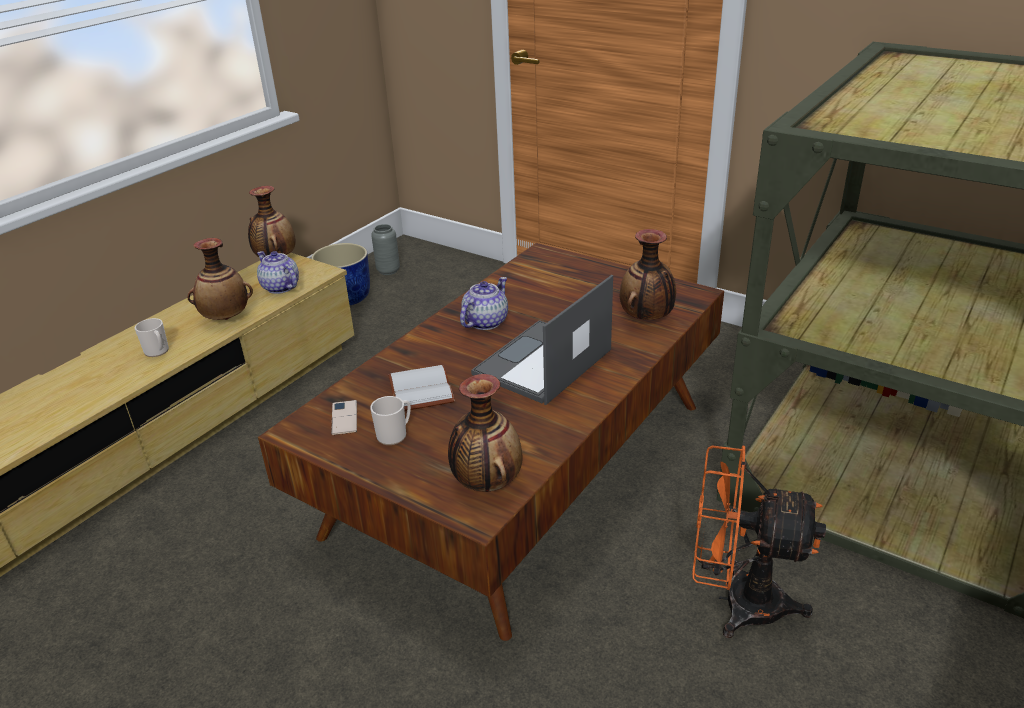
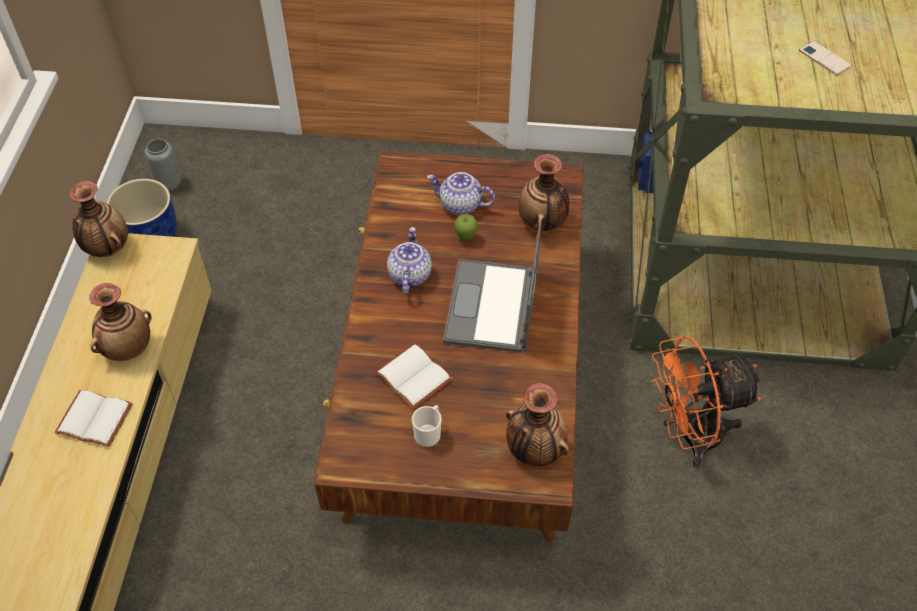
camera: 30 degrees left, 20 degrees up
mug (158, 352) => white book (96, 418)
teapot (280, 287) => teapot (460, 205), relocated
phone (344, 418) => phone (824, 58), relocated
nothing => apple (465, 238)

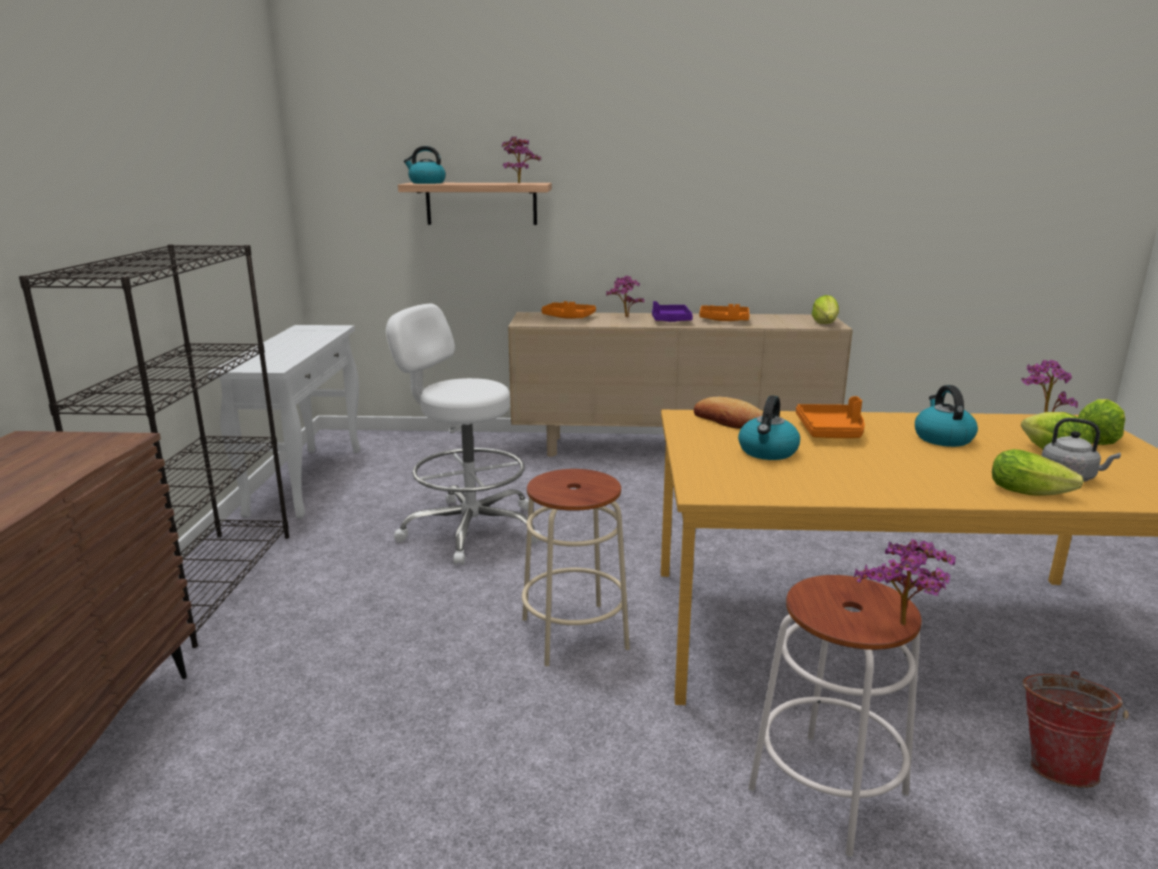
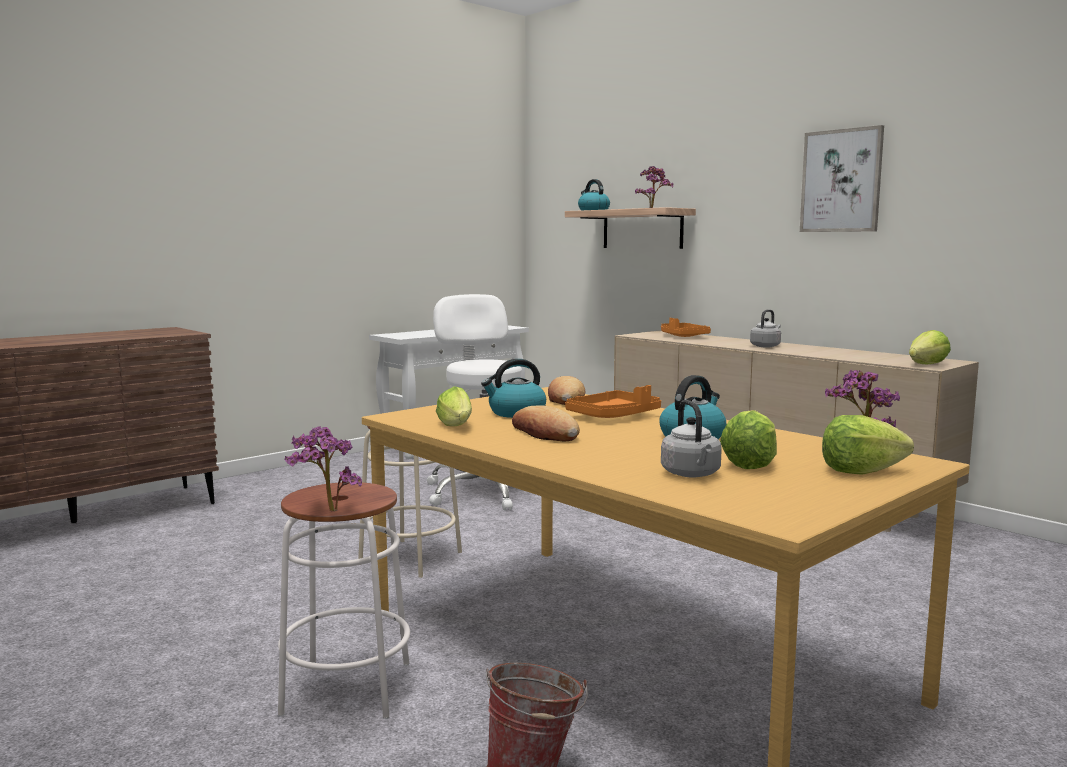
camera: 45 degrees right, 10 degrees down
black bookcase (208, 583) => nothing
potted plant (625, 317) => nothing
purple tray (670, 320) => grey kettle (766, 346)
orange tray (724, 320) => nothing
lettuce (1033, 492) => lettuce (456, 426), relocated
nothing => bread (545, 433)
nothing => picture (841, 181)

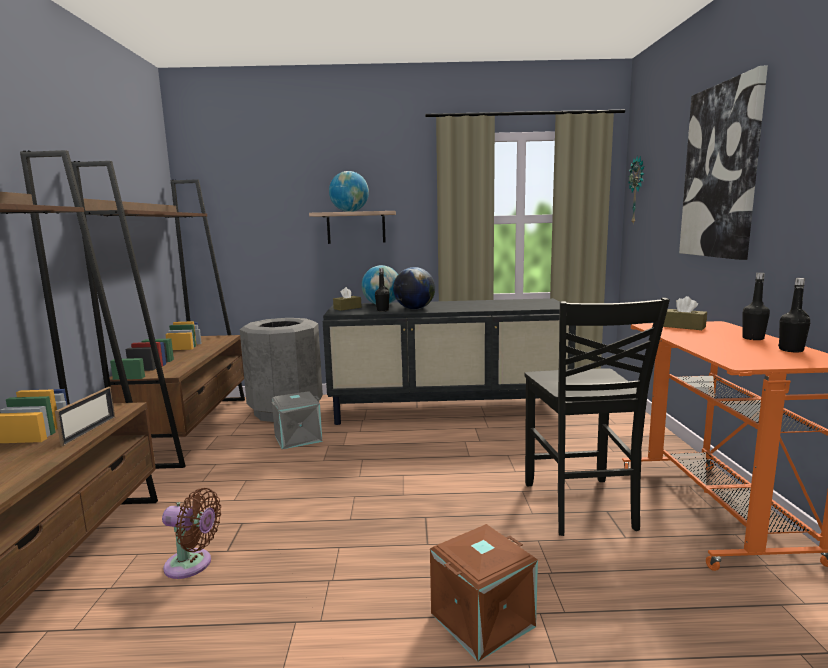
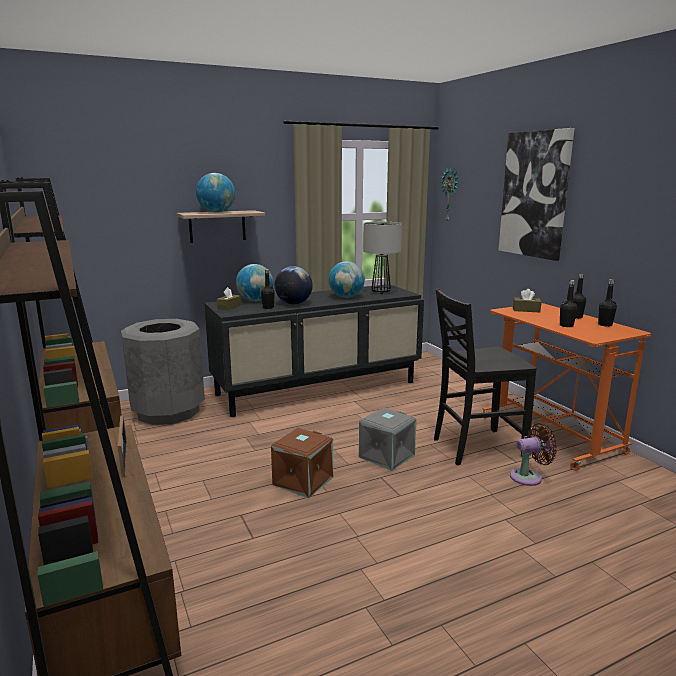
camera: 25 degrees left, 5 degrees up
brown fan (192, 565) => brown fan (529, 477), relocated
grey storage box (298, 437) => grey storage box (386, 456), relocated
brown storage box (481, 618) => brown storage box (302, 480), relocated
black chair (580, 507) => black chair (475, 447), 105 degrees clockwise
nothing => globe (346, 297)
nothing => table lamp (381, 292)
nothing => black bottle (566, 325)

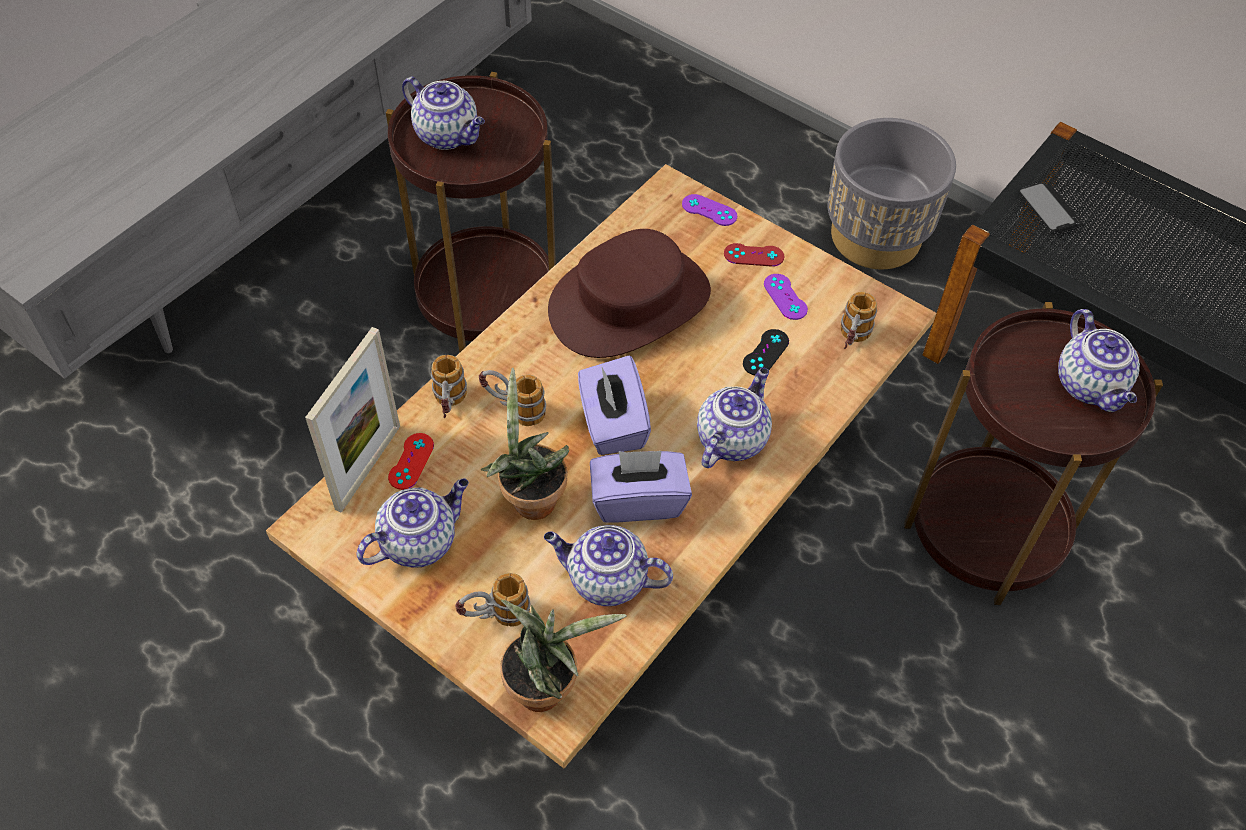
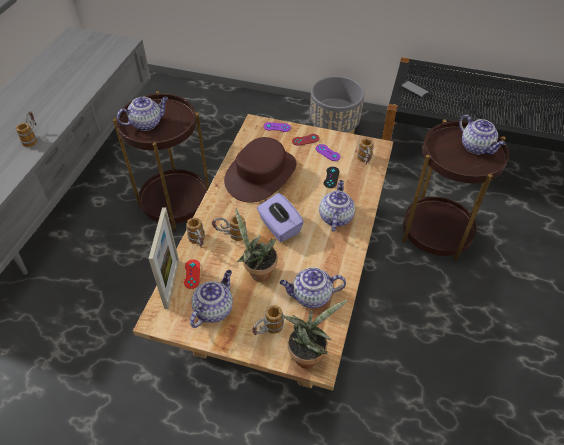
camera: 20 degrees left, 5 degrees down
teapot (448, 135) => teapot (147, 123), 45 degrees counterclockwise
purple tissue box (638, 500) => nothing
nothing => mug (32, 138)

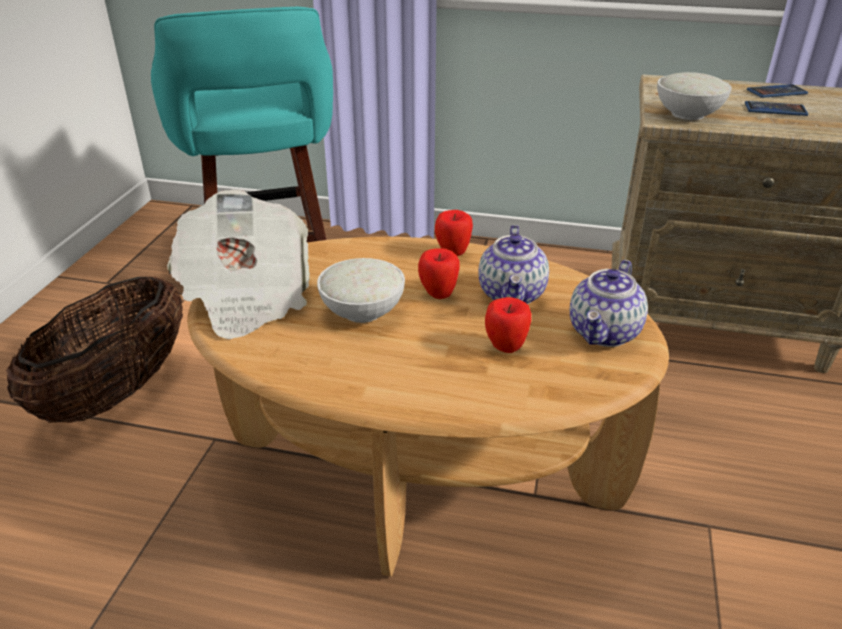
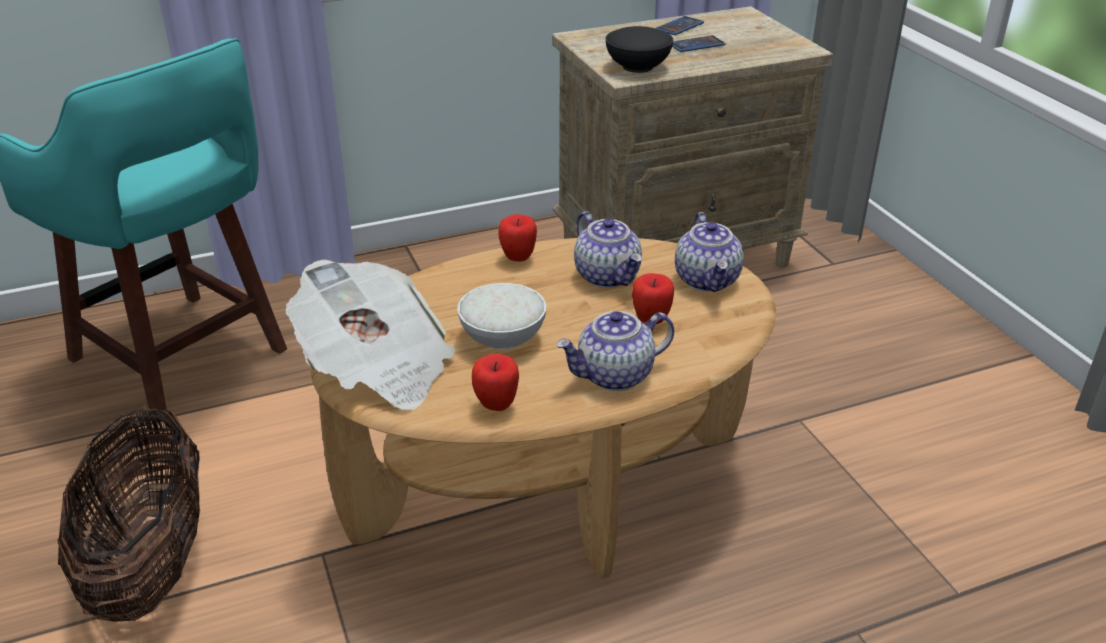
camera: 35 degrees left, 0 degrees up
apple (438, 295) => apple (496, 406), relocated
white bowl (686, 114) => black bowl (637, 67)
nothing => teapot (614, 376)

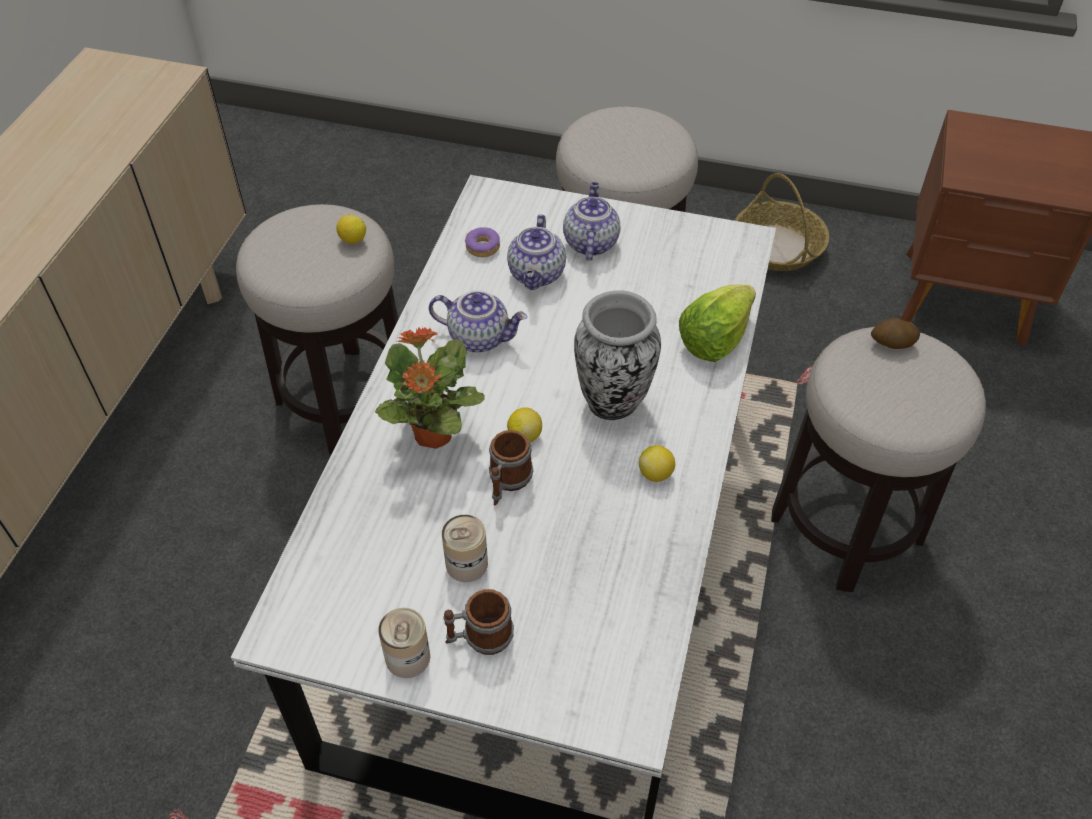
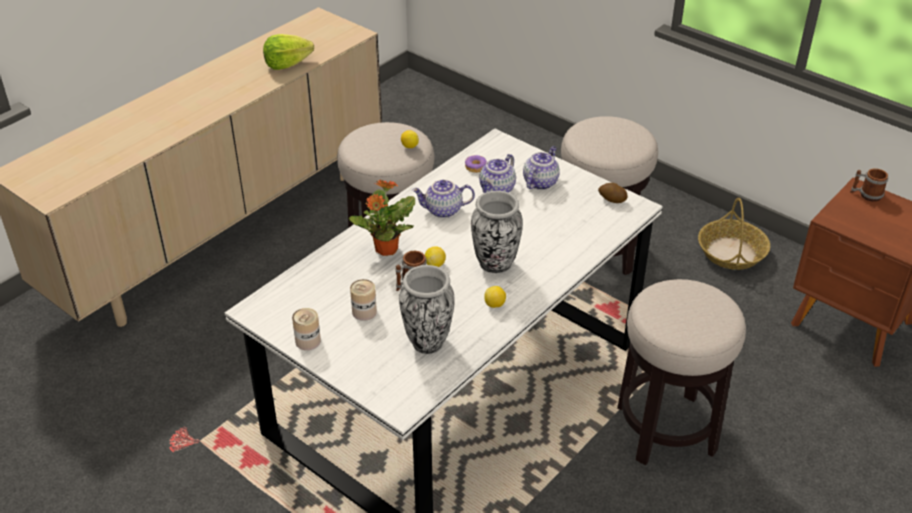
camera: 25 degrees right, 10 degrees down
teapot (480, 337) => teapot (443, 211), 135 degrees clockwise
mug (479, 637) => mug (866, 195), relocated
lettuce (714, 339) => lettuce (287, 64), relocated
potato (892, 343) => potato (612, 200), relocated
nothing => vase (427, 342)

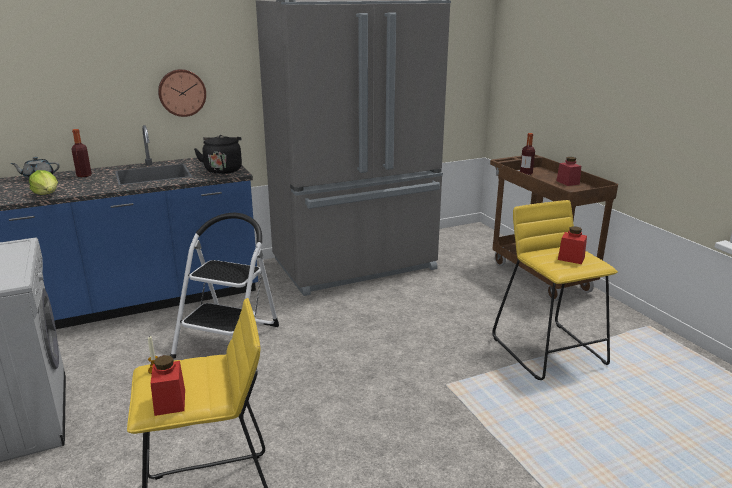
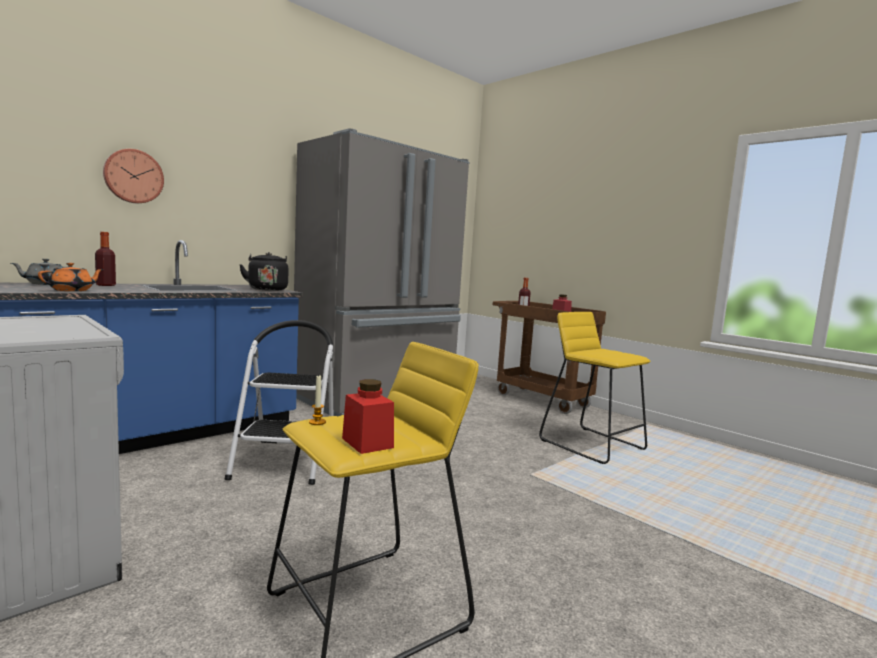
camera: 20 degrees left, 15 degrees down
lettuce (47, 194) => orange teapot (72, 290)
wall clock (182, 92) => wall clock (133, 176), relocated
red jar (571, 258) => nothing

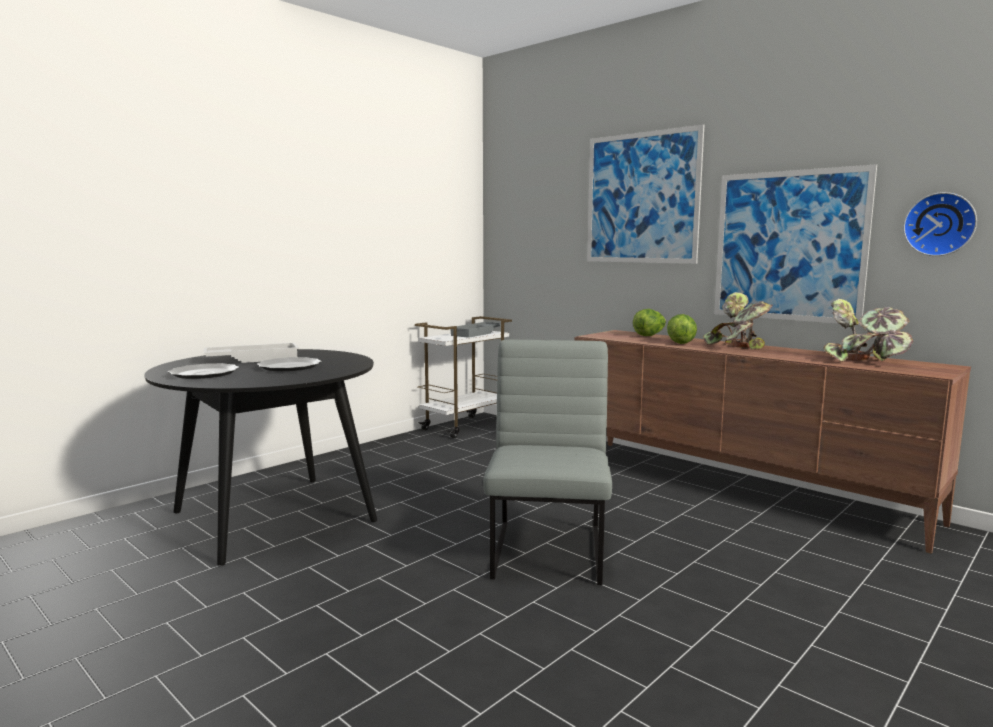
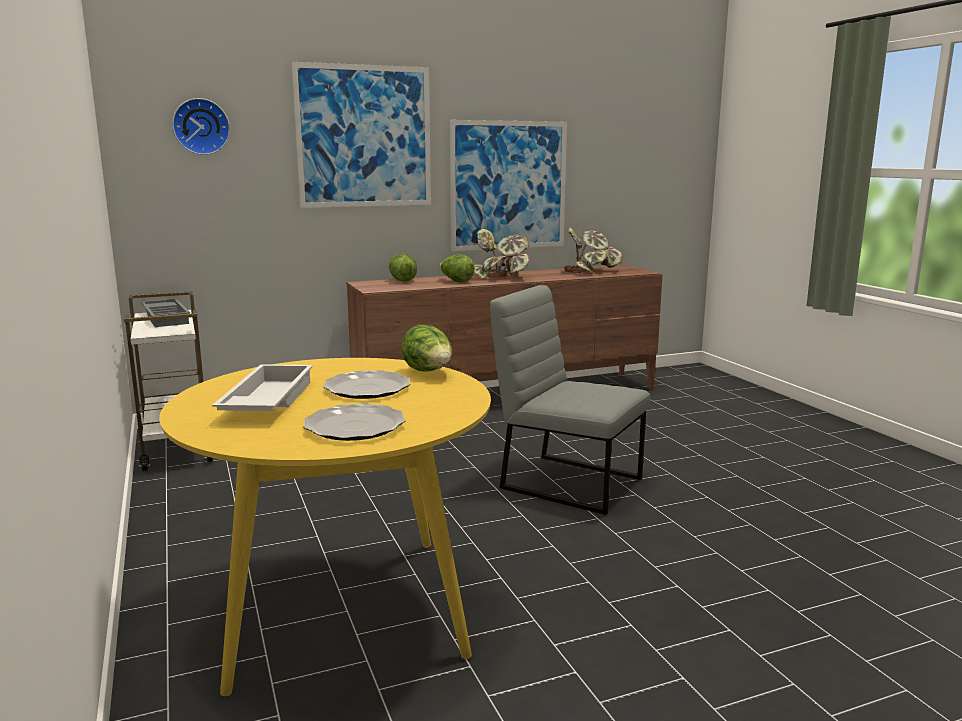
camera: 65 degrees left, 5 degrees up
black dining table (273, 517) => yellow dining table (342, 608)
wall clock (940, 224) => wall clock (201, 126), relocated
nothing => lettuce (429, 372)

